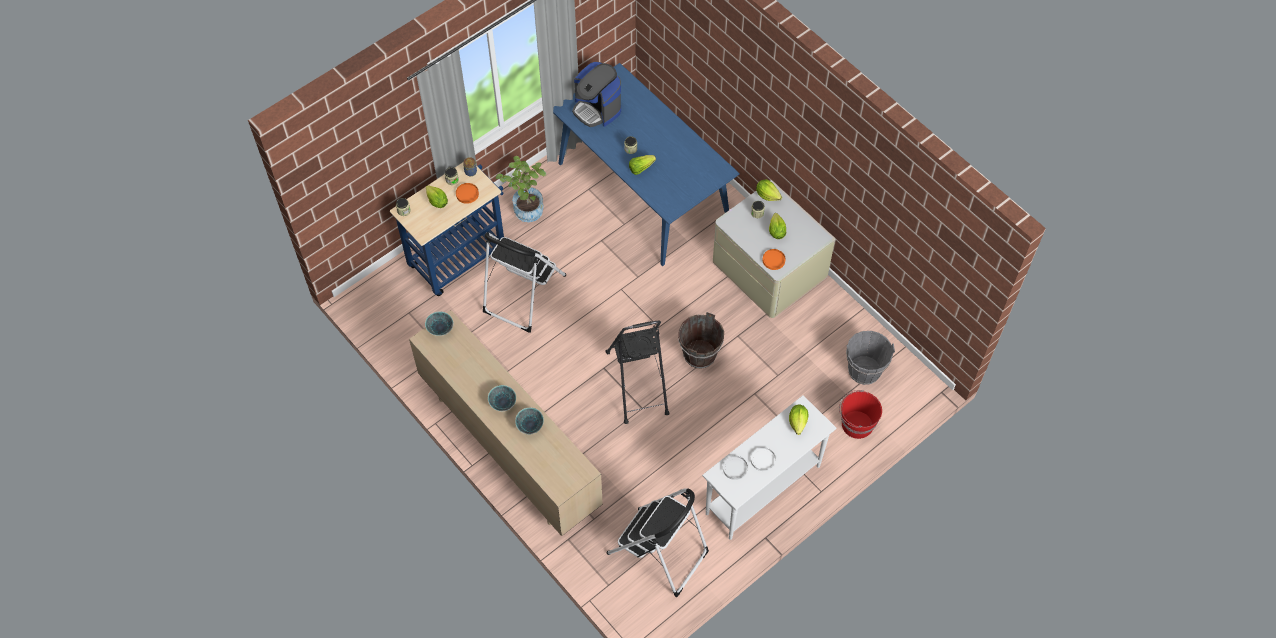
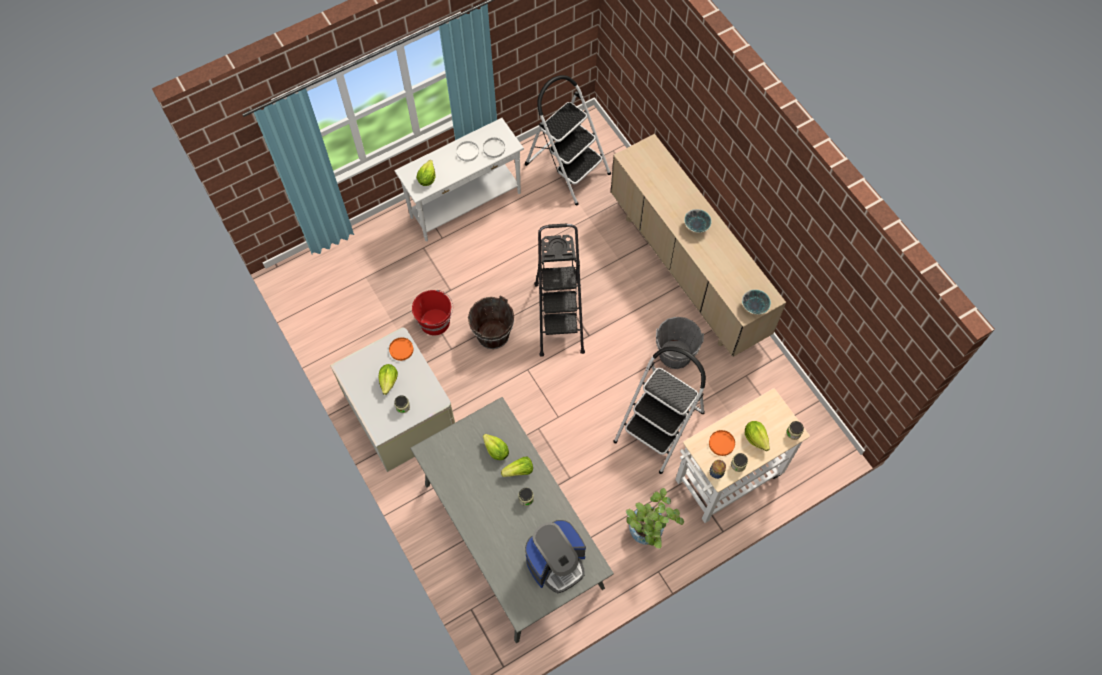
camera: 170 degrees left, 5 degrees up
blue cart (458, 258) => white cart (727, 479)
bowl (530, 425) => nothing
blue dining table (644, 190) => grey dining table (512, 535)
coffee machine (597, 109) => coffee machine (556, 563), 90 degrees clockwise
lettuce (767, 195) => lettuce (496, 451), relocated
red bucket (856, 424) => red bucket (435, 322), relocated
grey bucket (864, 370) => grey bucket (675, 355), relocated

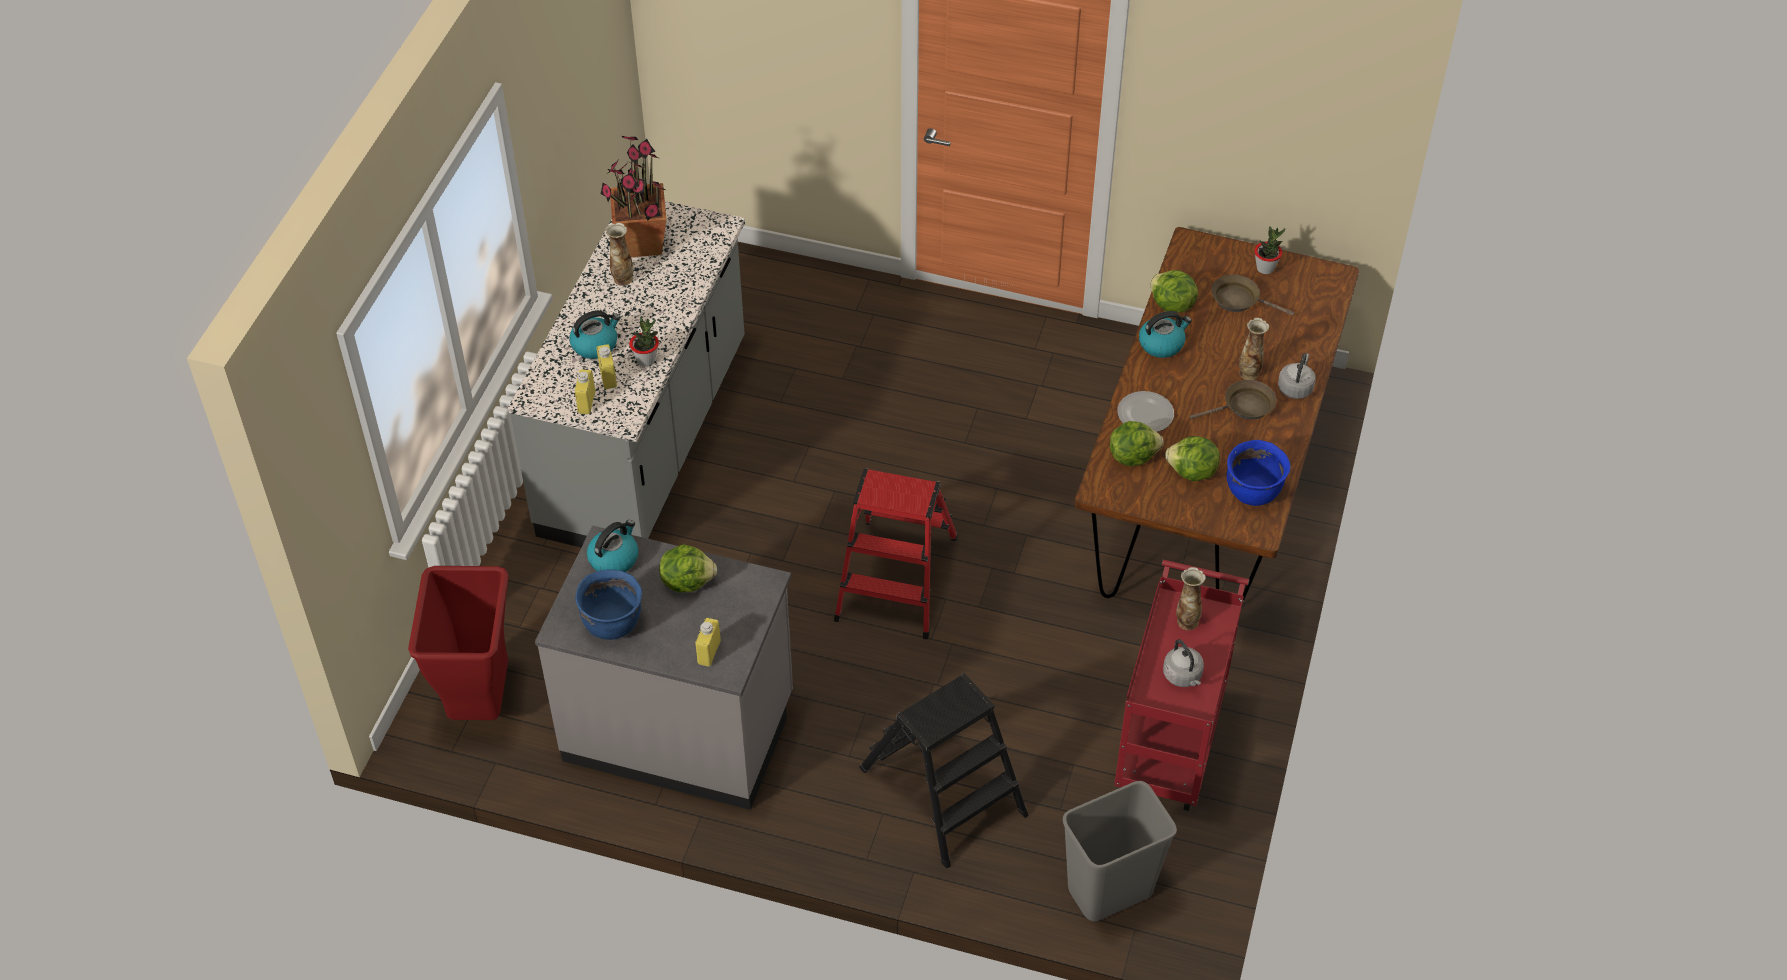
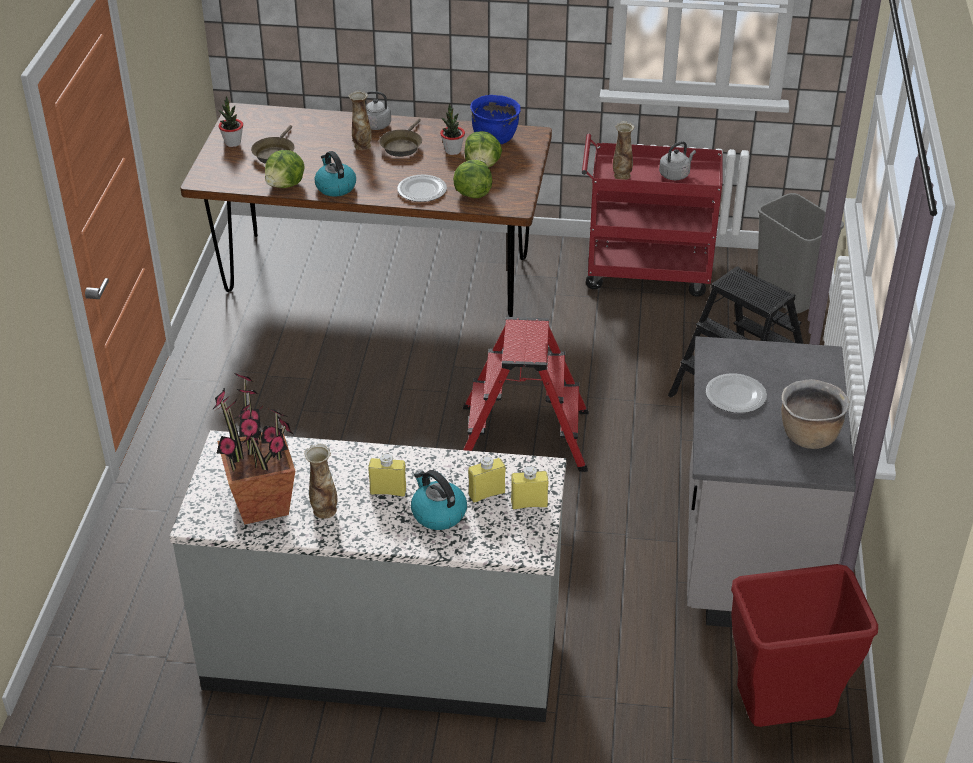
camera: 100 degrees left, 10 degrees down
blue cooking pot (612, 623) => brown cooking pot (808, 436)
kettle (614, 558) => nothing
potted plant (646, 360) => potted plant (452, 151), relocated
lettuce (687, 581) => plate (735, 396)
yellow bottle (709, 652) => yellow bottle (388, 491), relocated
brown frying pan (1244, 407) => brown frying pan (402, 146), 135 degrees counterclockwise

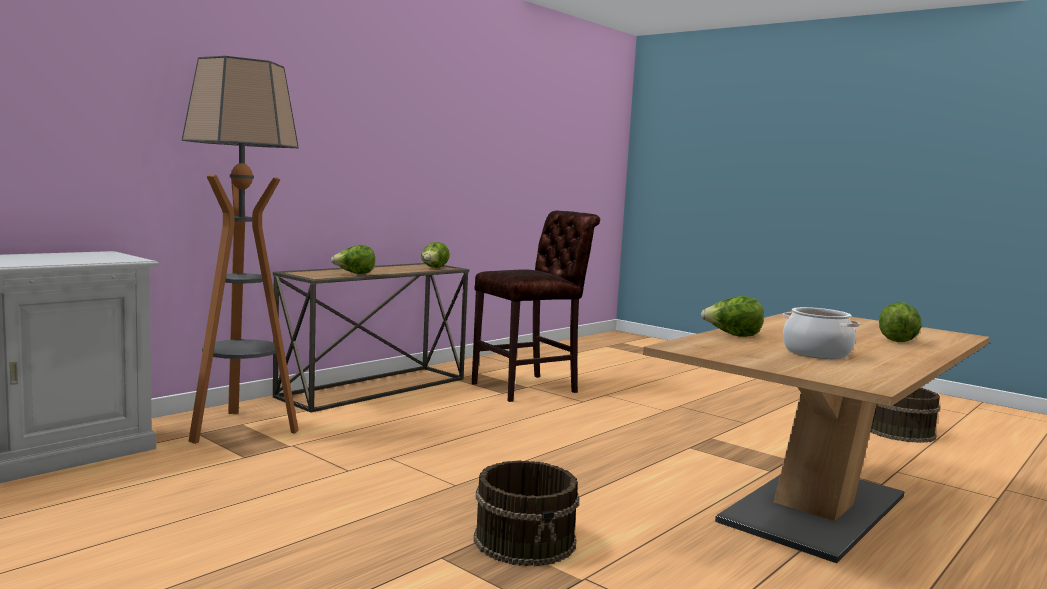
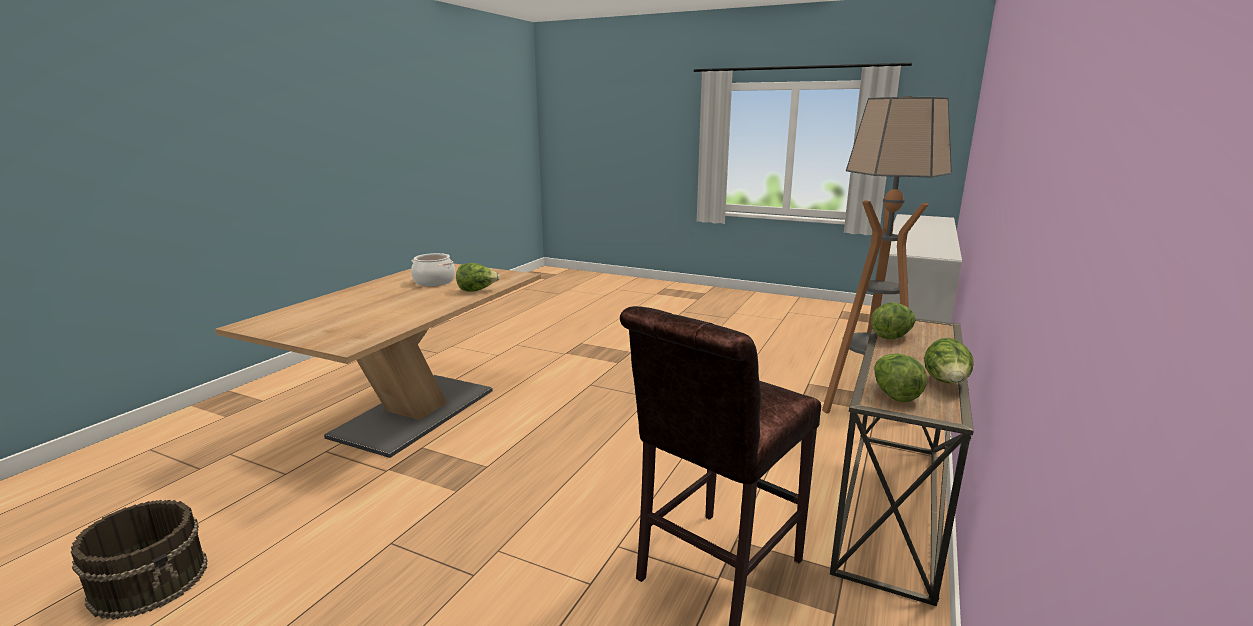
camera: 165 degrees right, 10 degrees up
brown bucket (526, 540) => nothing
lettuce (897, 340) => lettuce (946, 383), relocated

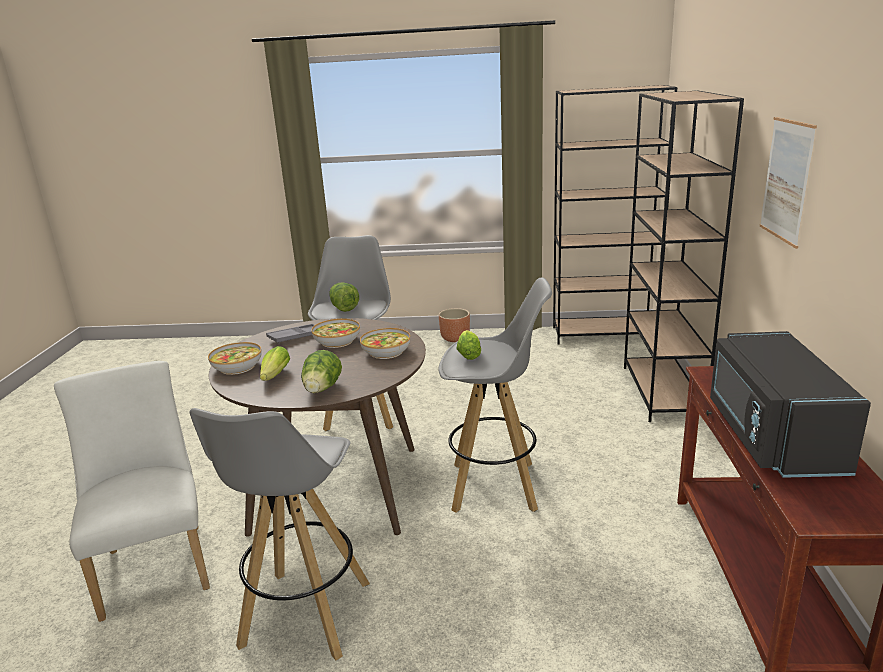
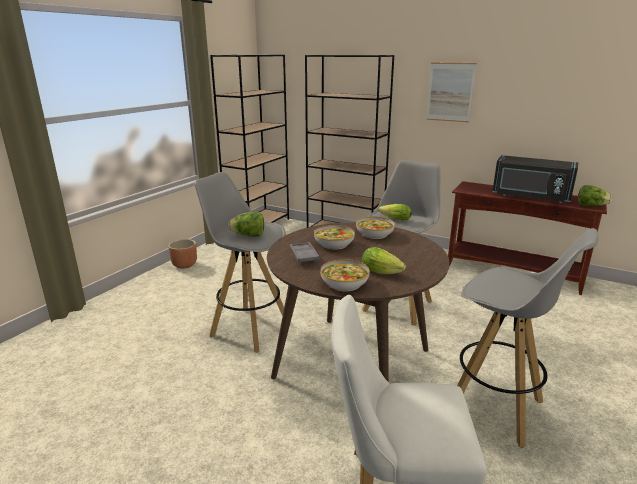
camera: 65 degrees left, 0 degrees up
lettuce (322, 389) => lettuce (590, 206), relocated

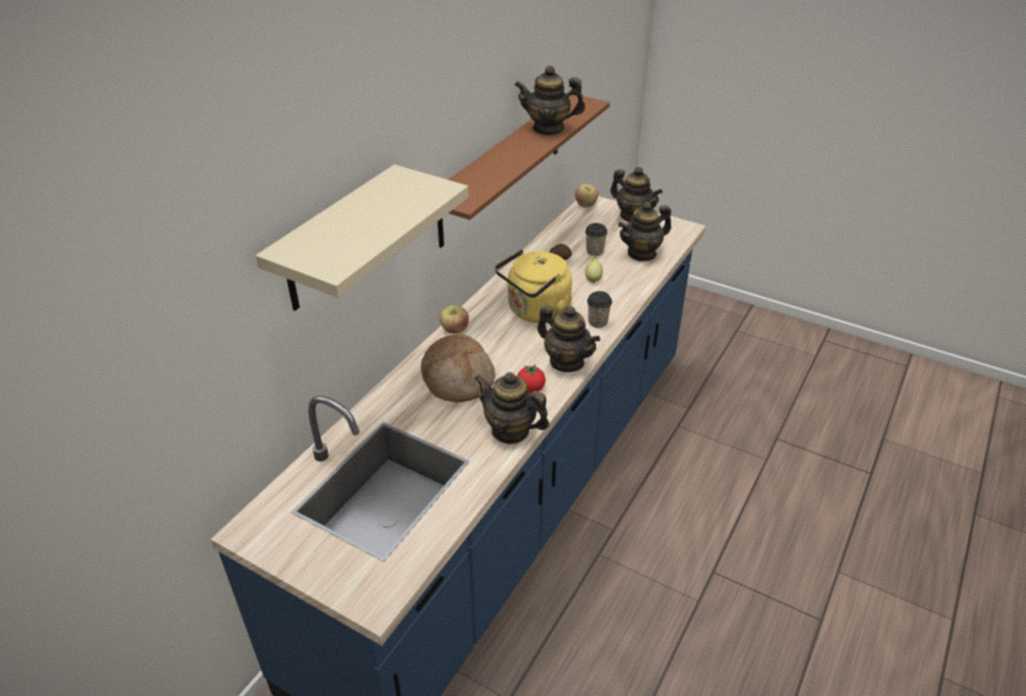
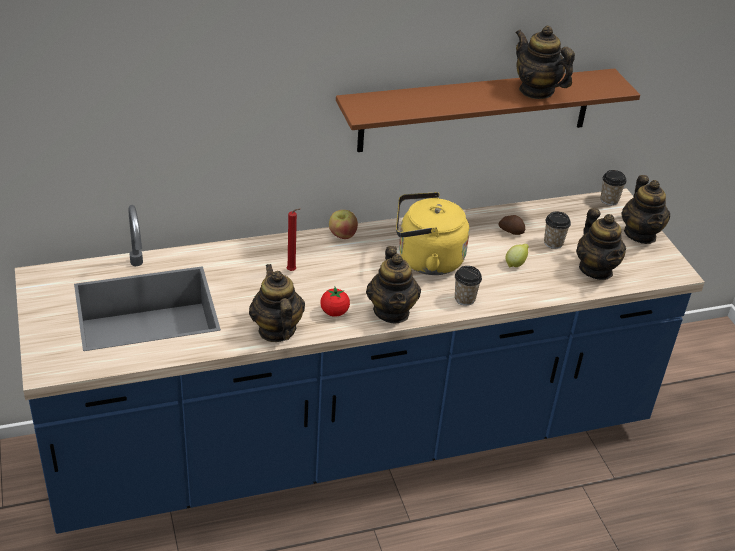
camera: 40 degrees right, 0 degrees up
beige shelf (336, 240) => nothing
bread (458, 379) => red candle (293, 271)
apple (586, 205) => cup (609, 200)
teapot (642, 253) => teapot (596, 269), 120 degrees counterclockwise

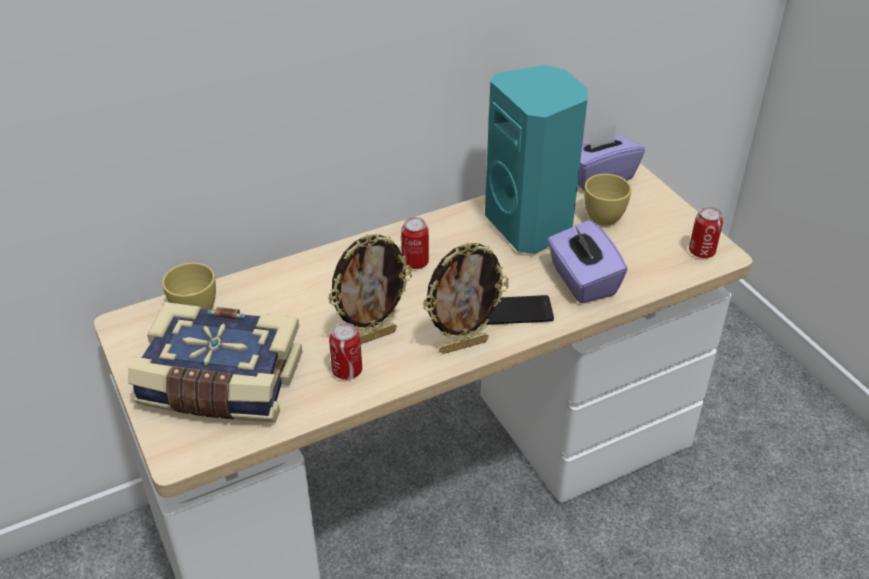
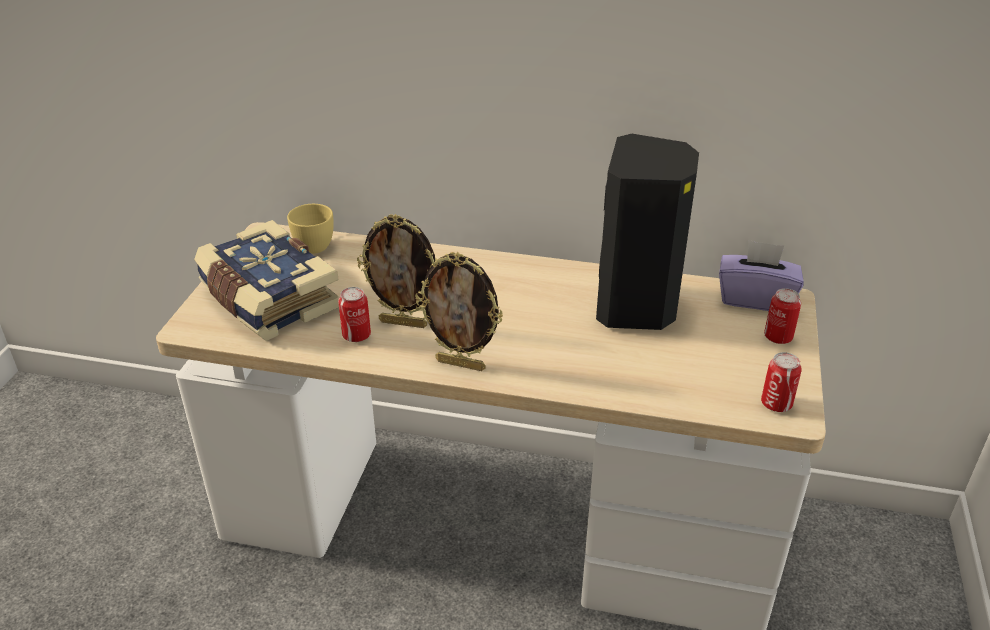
camera: 40 degrees right, 5 degrees down
can (415, 262) => can (778, 337), relocated
turquoise speaker (531, 226) => black speaker (638, 307)
phone (515, 311) => nothing
purple tissue box (582, 281) => nothing
yellow cup (605, 215) => nothing

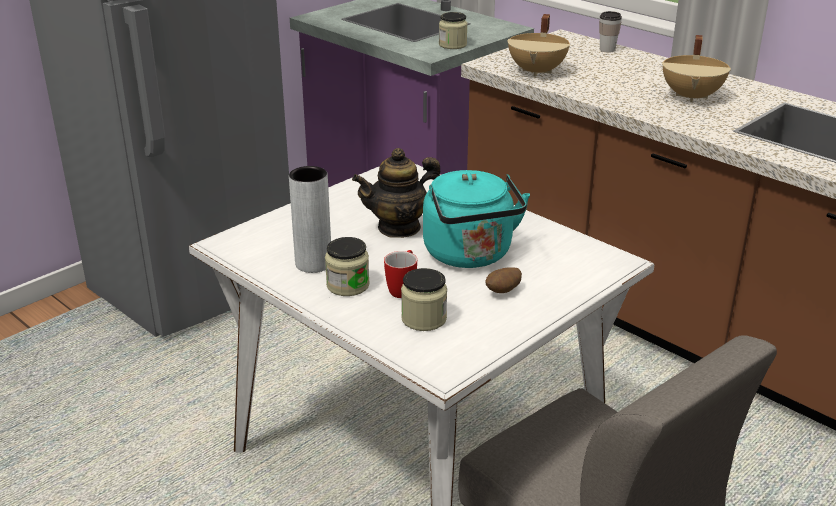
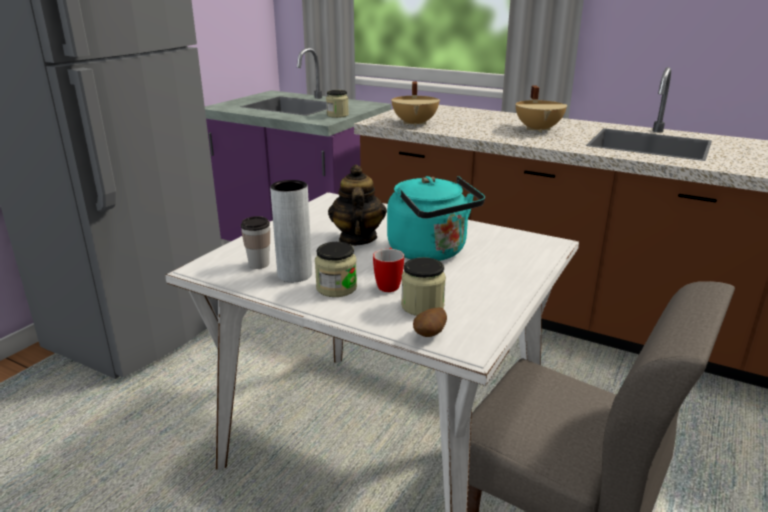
camera: 15 degrees left, 5 degrees down
teapot (399, 227) => teapot (357, 239), 120 degrees clockwise
potato (503, 292) => potato (430, 335), relocated
cup (607, 50) => cup (259, 264), relocated

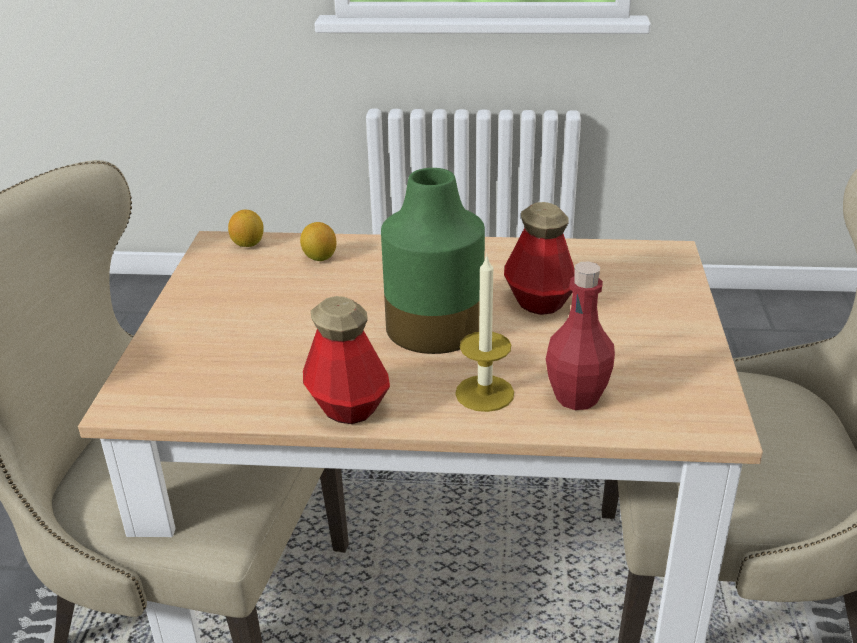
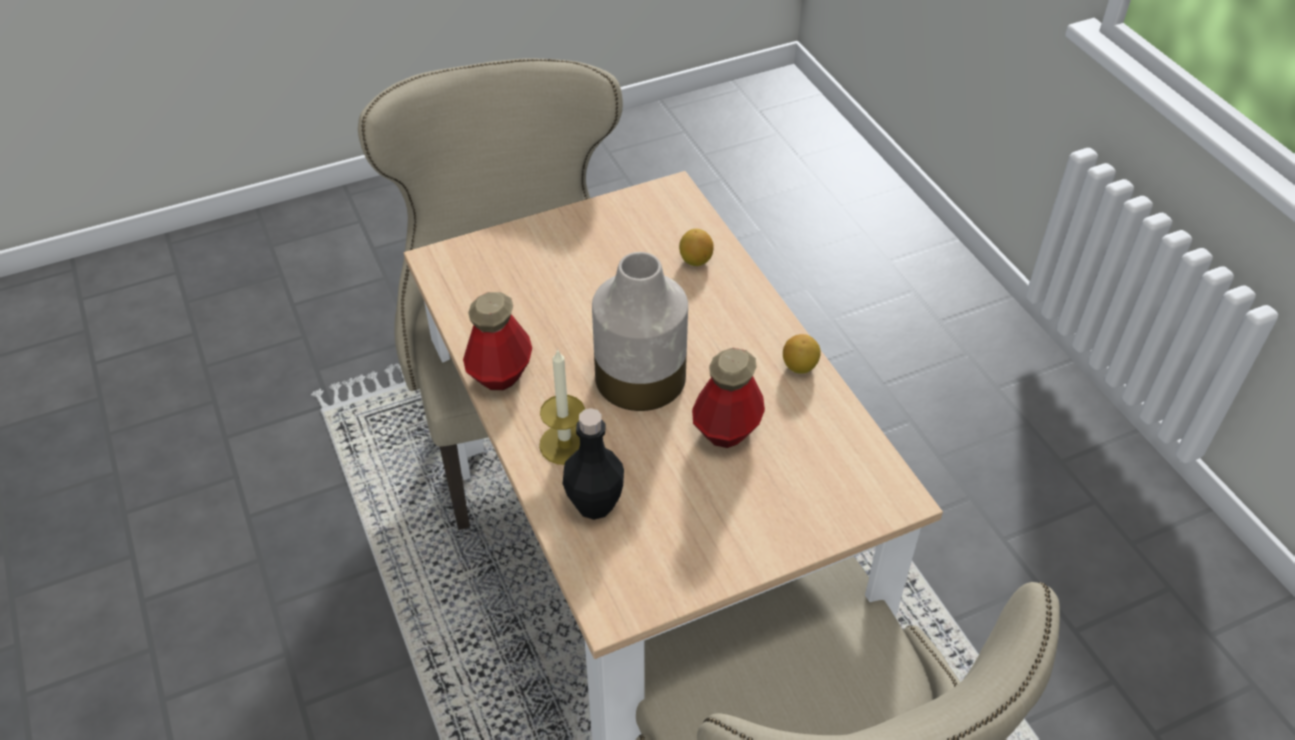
camera: 60 degrees right, 15 degrees up
lemon (248, 244) => lemon (800, 367), relocated
green vase (434, 326) => beige vase (639, 376)
red bottle (577, 397) => black bottle (594, 504)

